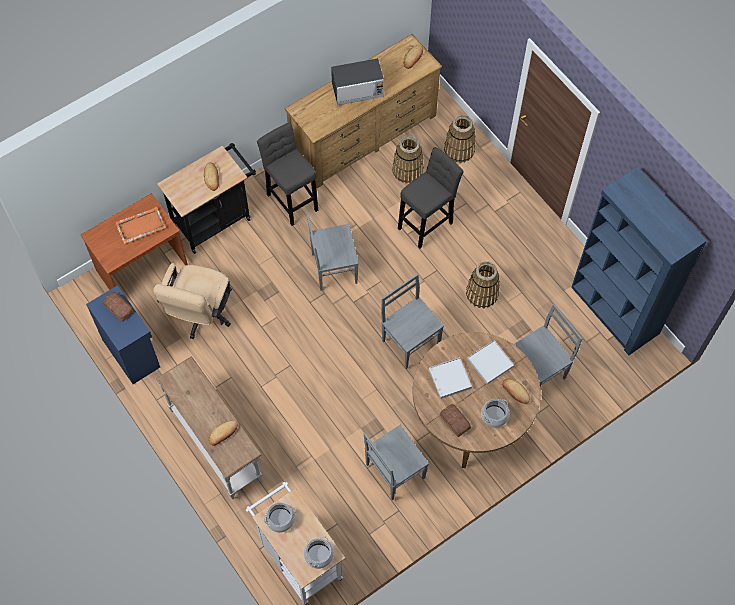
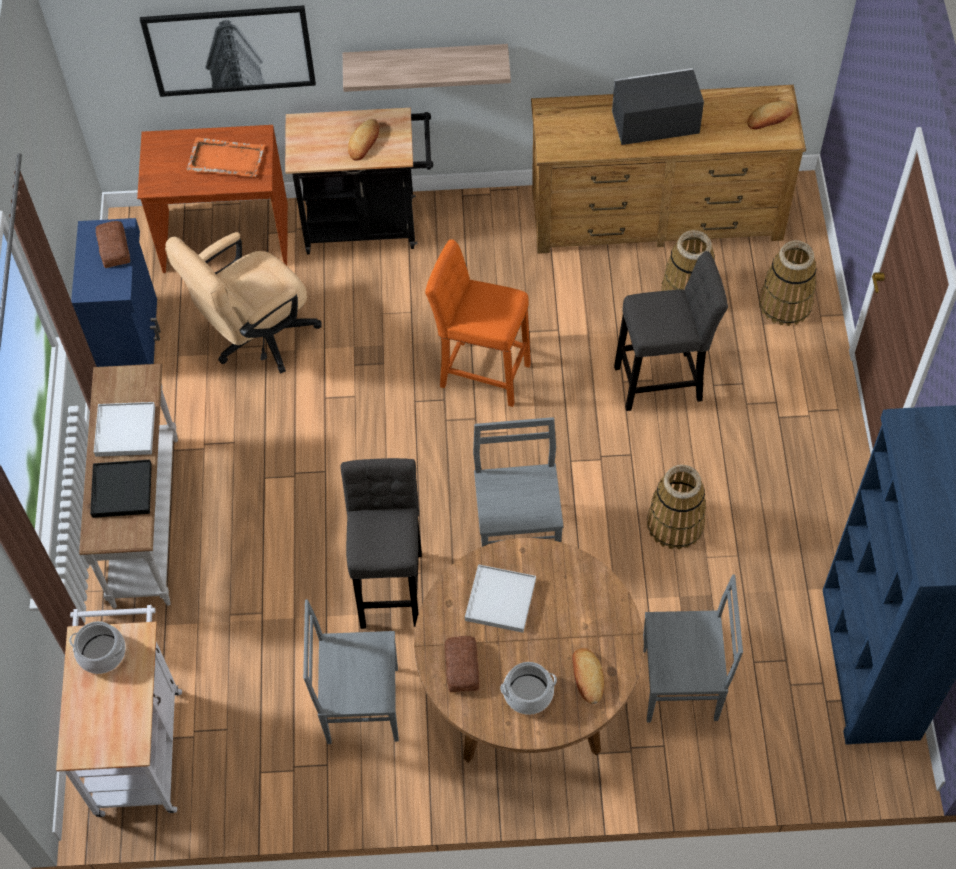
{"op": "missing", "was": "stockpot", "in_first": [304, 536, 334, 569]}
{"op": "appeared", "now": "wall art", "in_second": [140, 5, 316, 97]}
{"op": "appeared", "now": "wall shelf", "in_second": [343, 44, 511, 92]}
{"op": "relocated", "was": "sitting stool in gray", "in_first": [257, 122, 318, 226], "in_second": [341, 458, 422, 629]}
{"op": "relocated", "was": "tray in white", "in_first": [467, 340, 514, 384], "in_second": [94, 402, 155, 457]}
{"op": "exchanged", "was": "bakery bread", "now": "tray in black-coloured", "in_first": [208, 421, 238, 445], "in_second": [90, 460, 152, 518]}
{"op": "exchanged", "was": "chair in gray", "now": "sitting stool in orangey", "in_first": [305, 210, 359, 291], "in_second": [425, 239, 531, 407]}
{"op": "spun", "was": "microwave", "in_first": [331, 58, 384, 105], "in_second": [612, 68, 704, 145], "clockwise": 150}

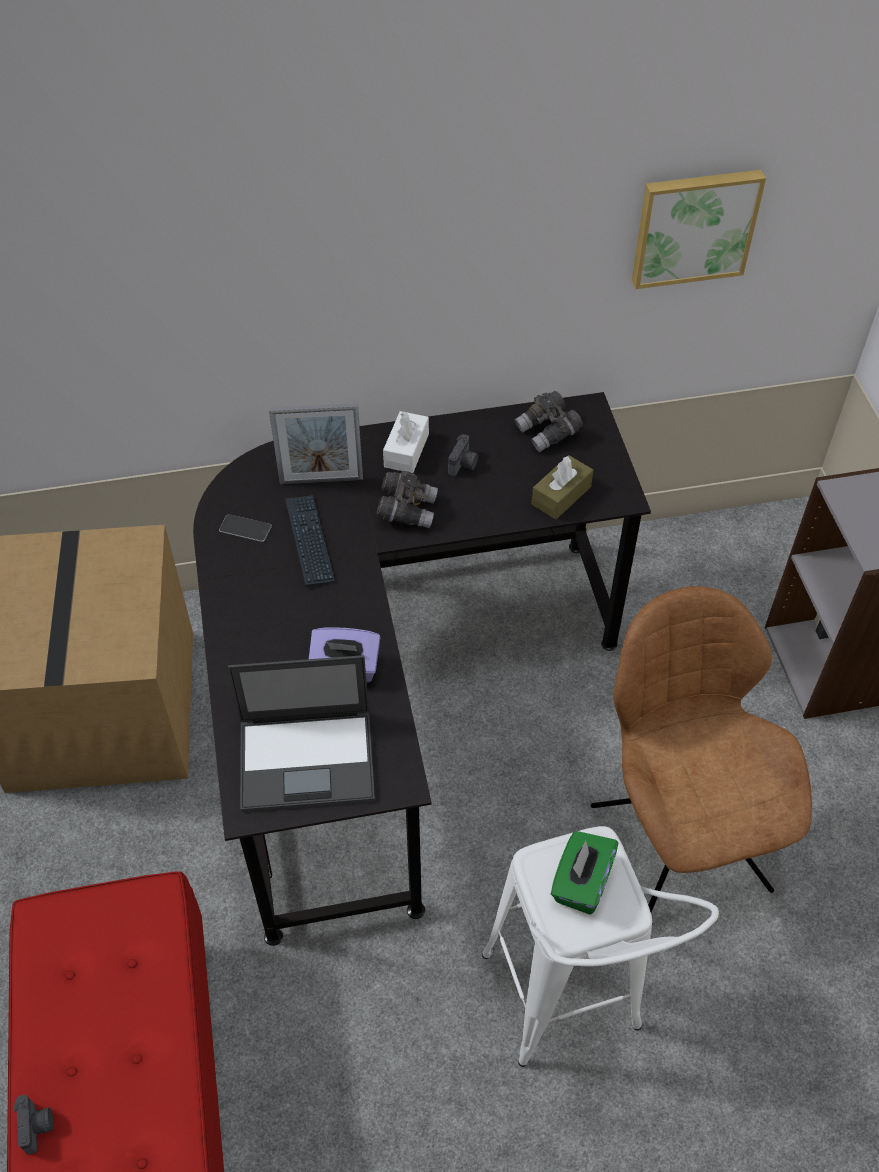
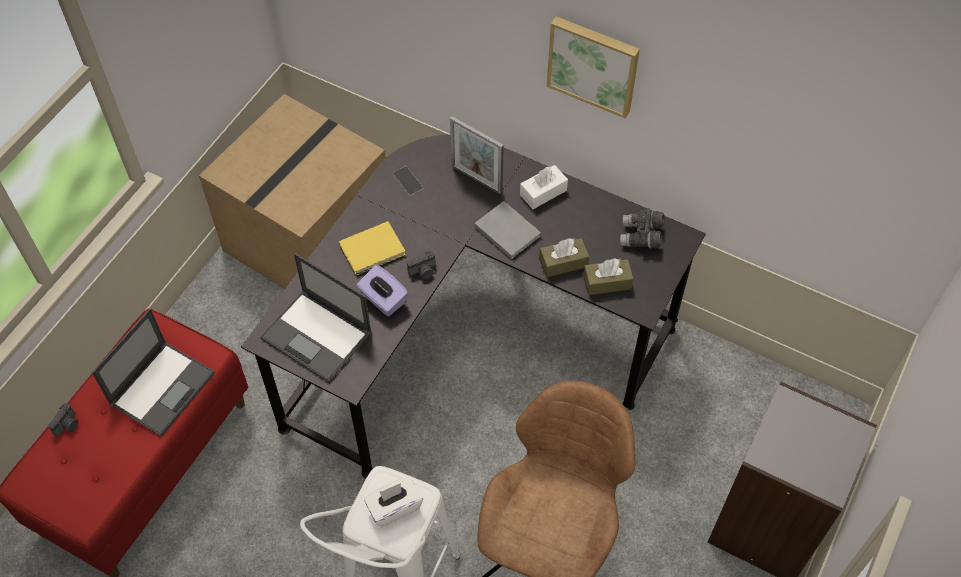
{"op": "missing", "was": "keyboard", "in_first": [285, 495, 335, 587]}
{"op": "appeared", "now": "laptop", "in_second": [92, 309, 215, 437]}
{"op": "appeared", "now": "book in yellowish", "in_second": [339, 221, 406, 275]}
{"op": "appeared", "now": "box of tissues in brown", "in_second": [539, 238, 589, 277]}
{"op": "relocated", "was": "photo camera", "in_first": [448, 434, 478, 476], "in_second": [407, 251, 436, 279]}
{"op": "relocated", "was": "wall art", "in_first": [632, 170, 766, 289], "in_second": [547, 16, 640, 118]}
{"op": "exchanged", "was": "field glasses in gray", "now": "book in gray", "in_first": [377, 471, 438, 528], "in_second": [474, 201, 541, 259]}
{"op": "colour", "was": "box of tissues in green", "now": "box of tissues in white", "in_first": [551, 831, 618, 914], "in_second": [364, 476, 423, 527]}

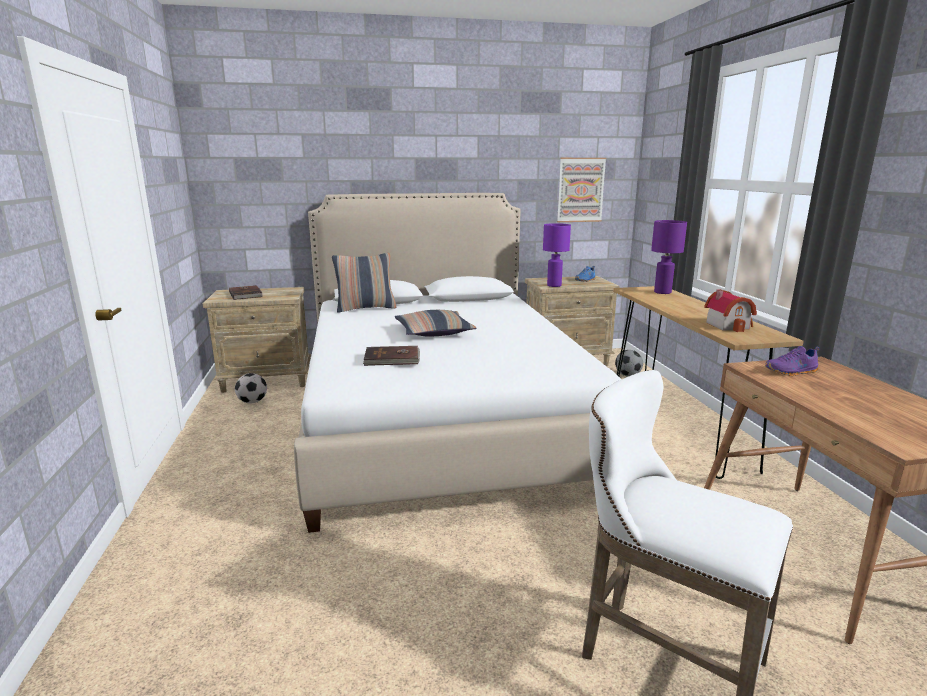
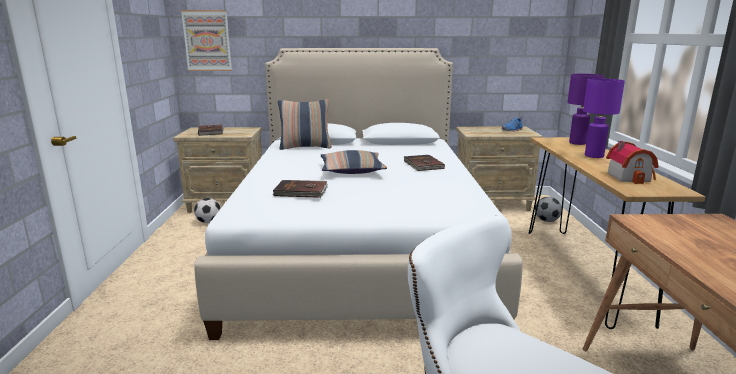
{"op": "missing", "was": "shoe in purple", "in_first": [765, 346, 820, 376]}
{"op": "appeared", "now": "book in brown", "in_second": [404, 155, 445, 171]}
{"op": "relocated", "was": "tabletop lamp in purple", "in_first": [543, 223, 571, 287], "in_second": [583, 78, 625, 158]}
{"op": "relocated", "was": "wall art", "in_first": [557, 158, 606, 222], "in_second": [181, 10, 232, 71]}

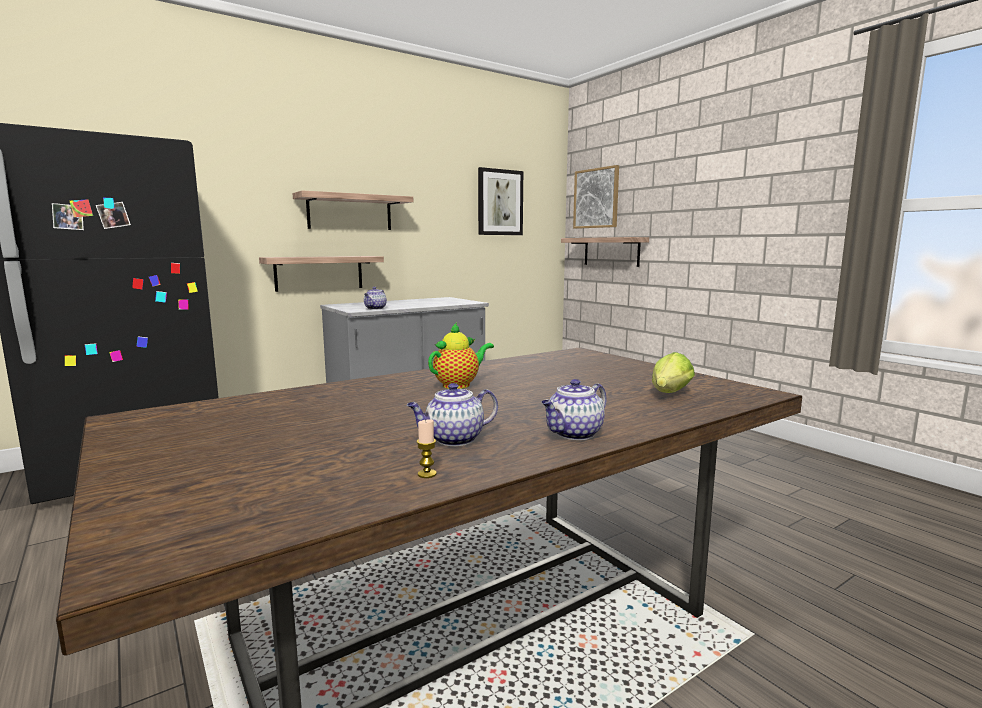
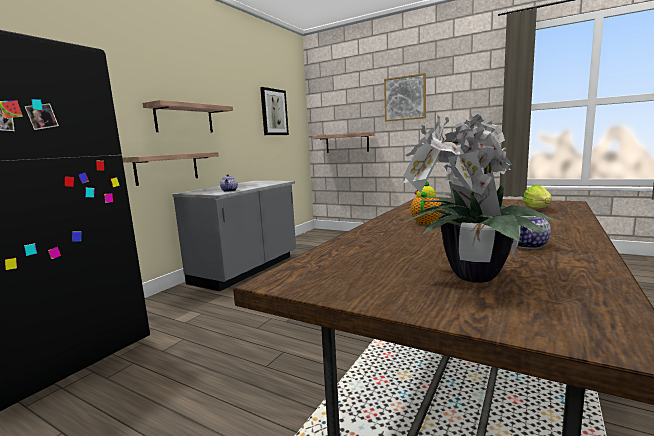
{"op": "missing", "was": "candle", "in_first": [417, 419, 437, 478]}
{"op": "missing", "was": "teapot", "in_first": [541, 379, 607, 440]}
{"op": "appeared", "now": "plant in a pot", "in_second": [403, 110, 558, 283]}
{"op": "relocated", "was": "wall art", "in_first": [573, 165, 619, 229], "in_second": [384, 73, 426, 121]}

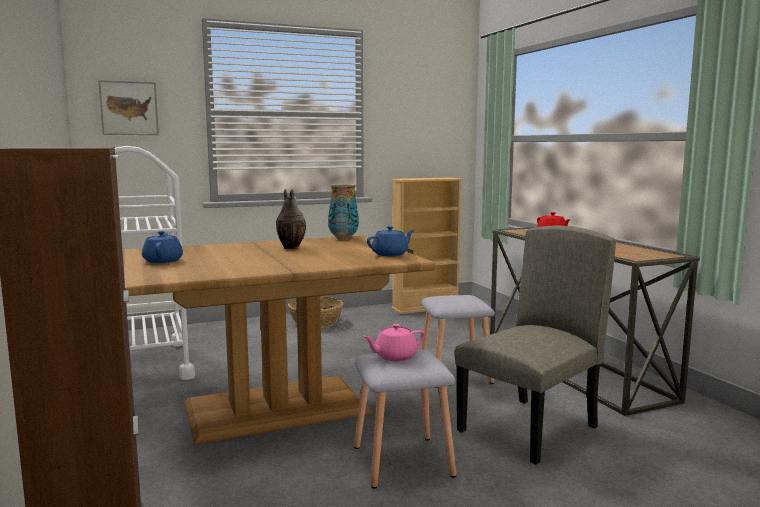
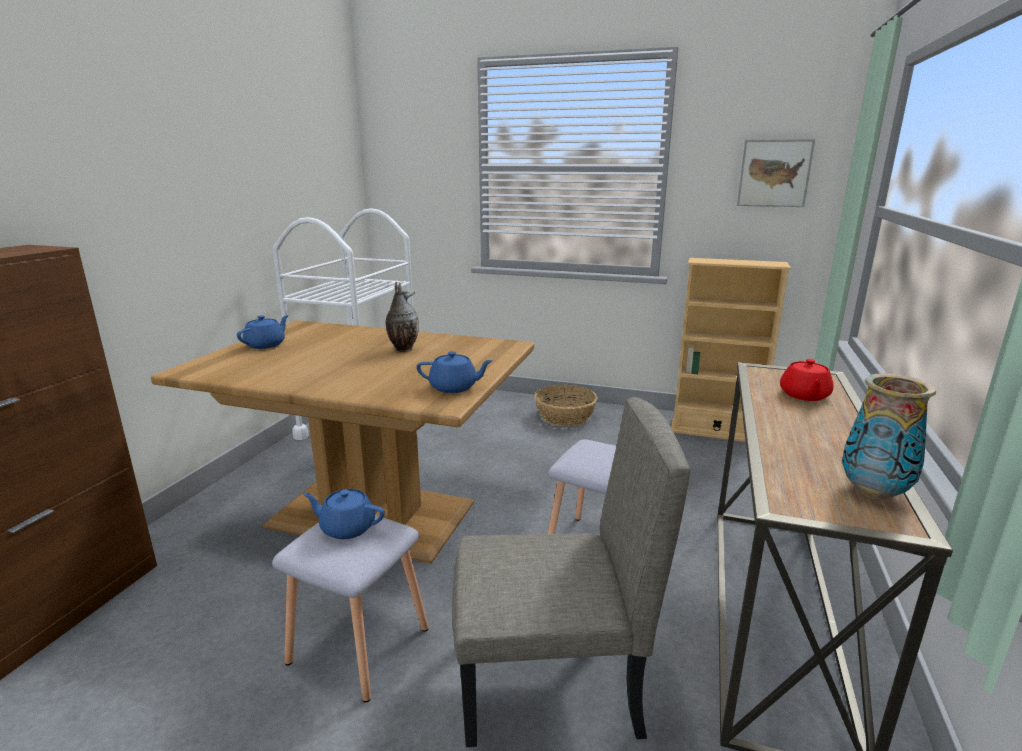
{"op": "relocated", "was": "wall art", "in_first": [98, 80, 159, 135], "in_second": [737, 139, 815, 207]}
{"op": "relocated", "was": "flower vase", "in_first": [328, 184, 359, 240], "in_second": [842, 374, 936, 500]}
{"op": "colour", "was": "teapot in pinkish", "now": "teapot in blue-coloured", "in_first": [363, 324, 425, 361], "in_second": [303, 489, 385, 539]}

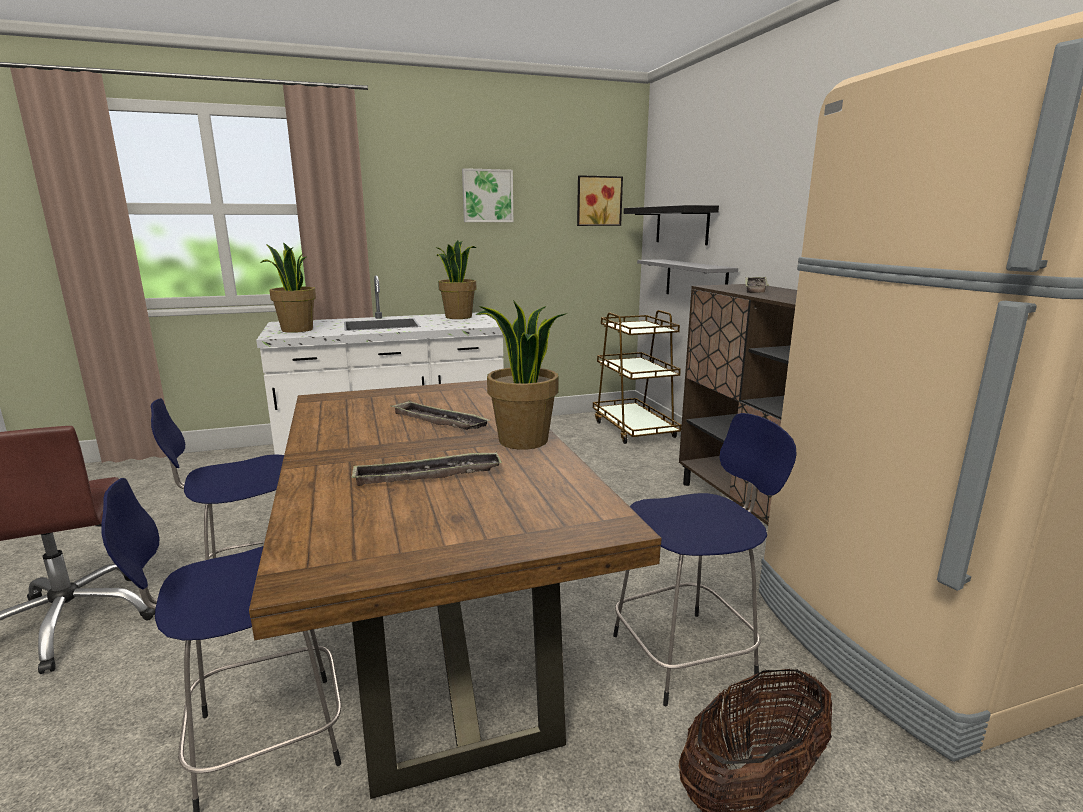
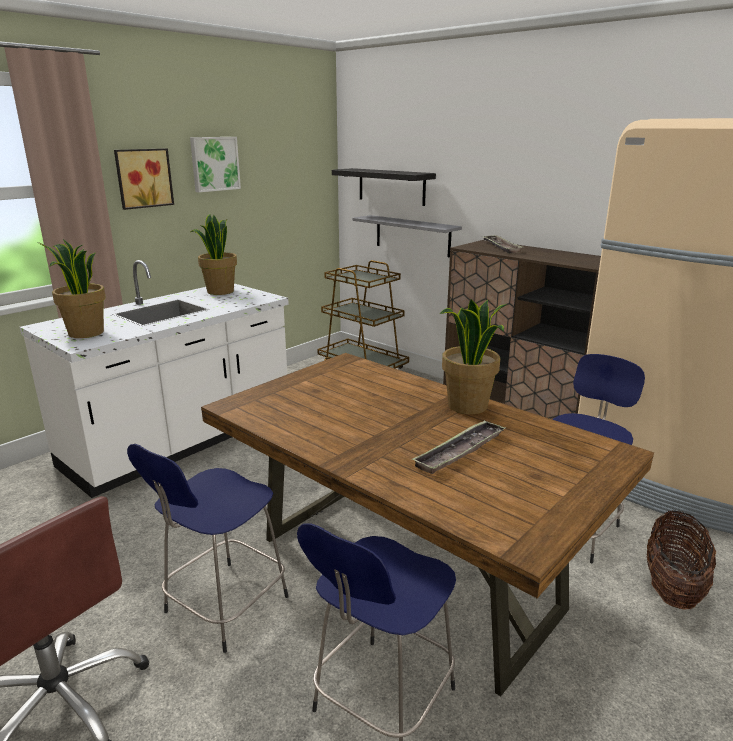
{"op": "missing", "was": "tray", "in_first": [390, 401, 491, 430]}
{"op": "relocated", "was": "wall art", "in_first": [577, 175, 623, 226], "in_second": [114, 148, 174, 210]}

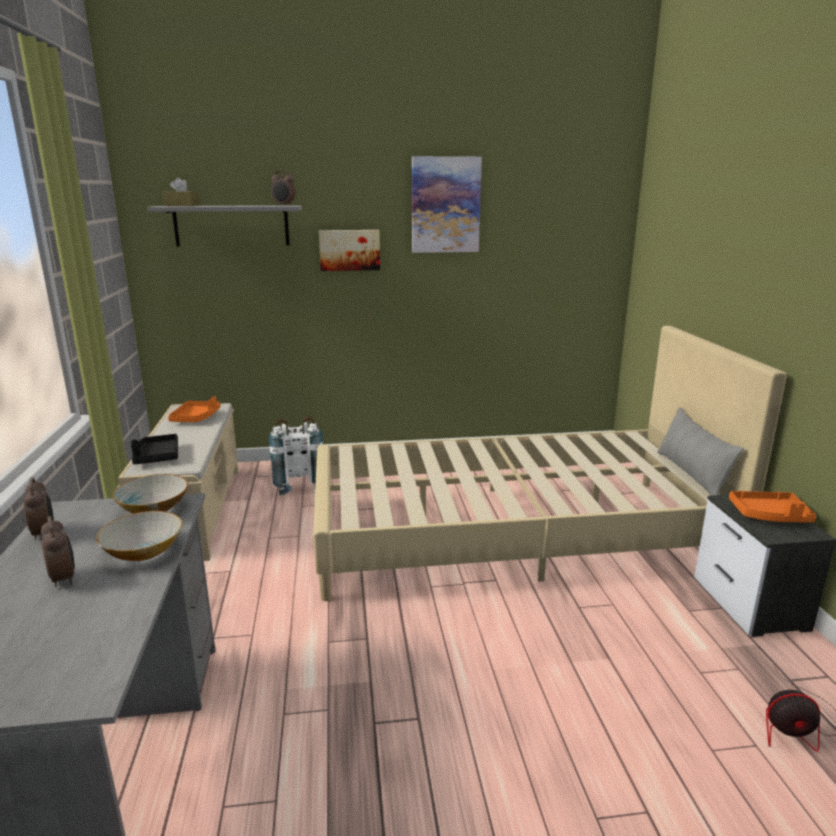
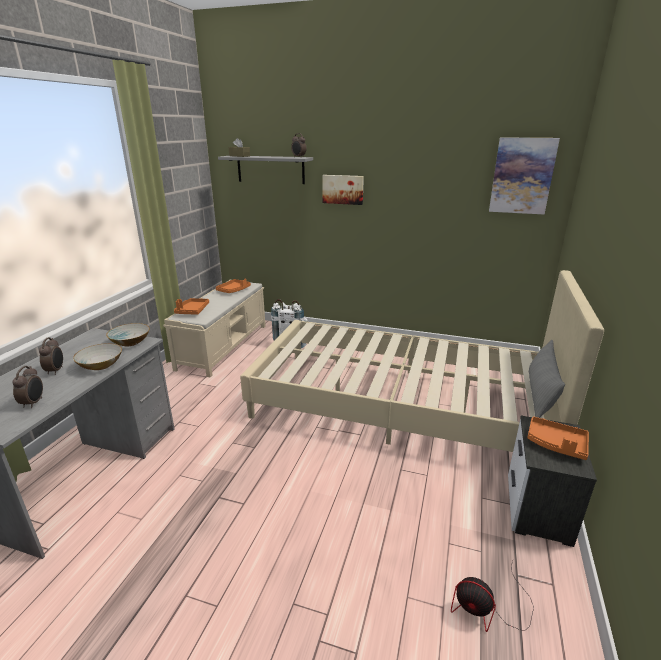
{"op": "relocated", "was": "alarm clock", "in_first": [24, 478, 54, 540], "in_second": [12, 366, 43, 408]}
{"op": "relocated", "was": "wall art", "in_first": [412, 156, 482, 253], "in_second": [489, 137, 560, 214]}
{"op": "colour", "was": "tray in black-coloured", "now": "tray in orangey", "in_first": [131, 434, 178, 464], "in_second": [174, 298, 209, 314]}

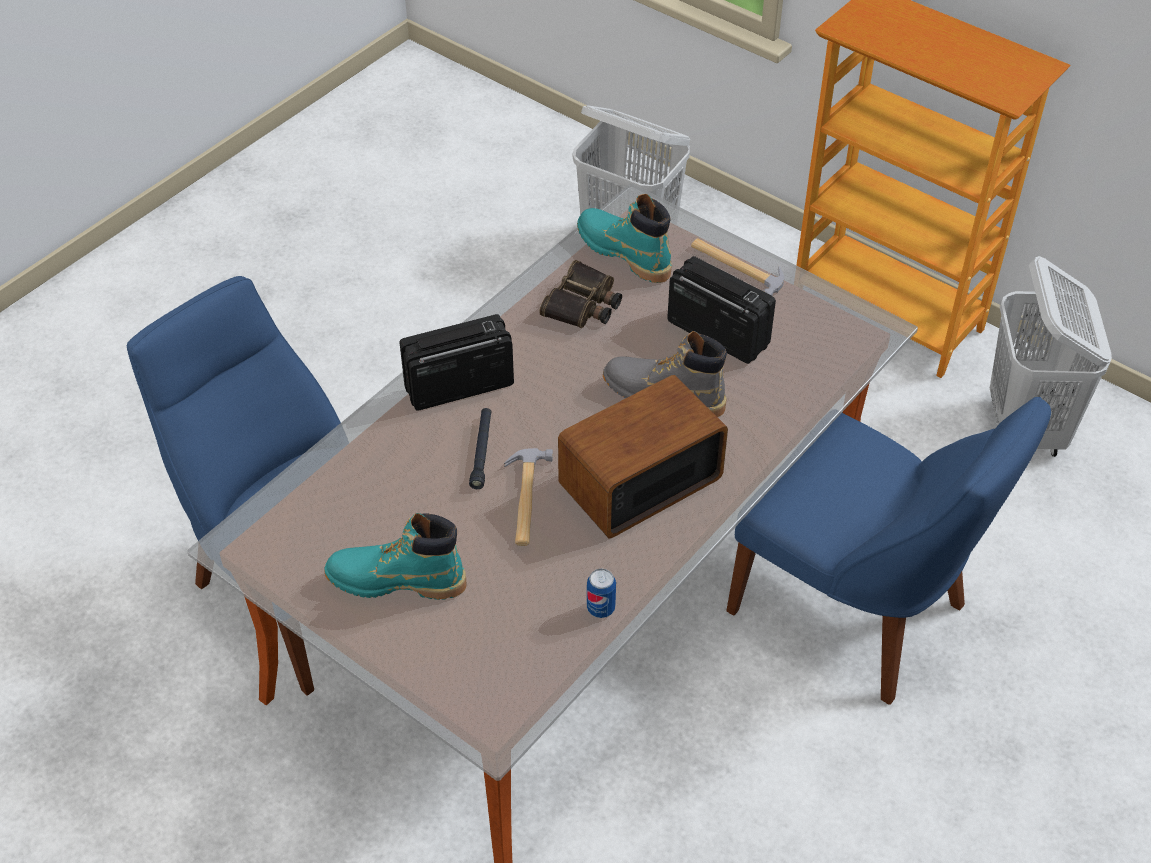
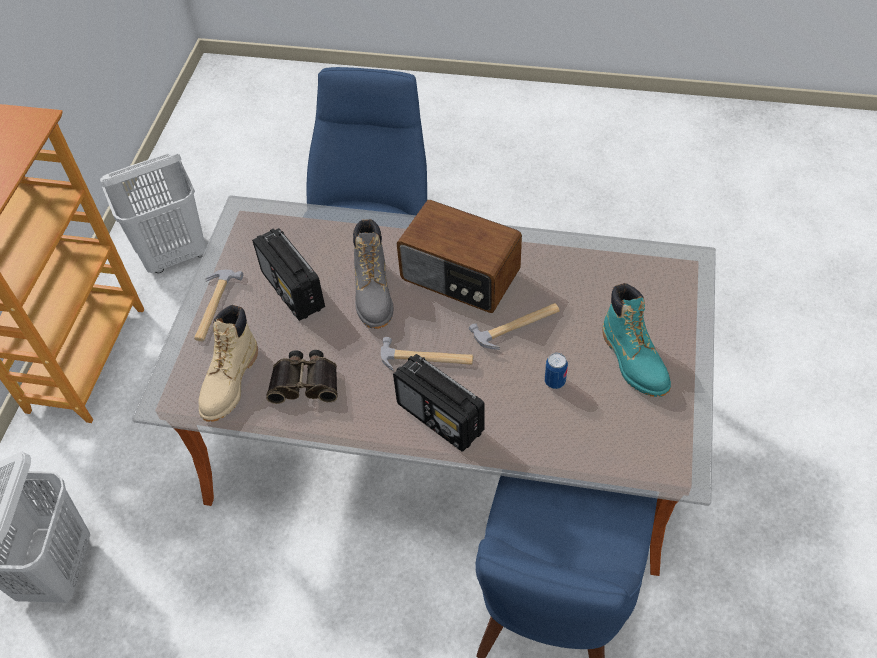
{"op": "missing", "was": "flashlight in black-coloured", "in_first": [469, 408, 491, 489]}
{"op": "appeared", "now": "tool hammer", "in_second": [381, 337, 474, 371]}
{"op": "relocated", "was": "metal can", "in_first": [587, 569, 616, 618], "in_second": [545, 353, 568, 389]}
{"op": "colour", "was": "tall boot in turquoise", "now": "tall boot in beige", "in_first": [577, 194, 672, 283], "in_second": [198, 305, 258, 422]}
{"op": "spun", "was": "radio receiver", "in_first": [667, 256, 776, 364], "in_second": [252, 228, 325, 321], "clockwise": -45}

